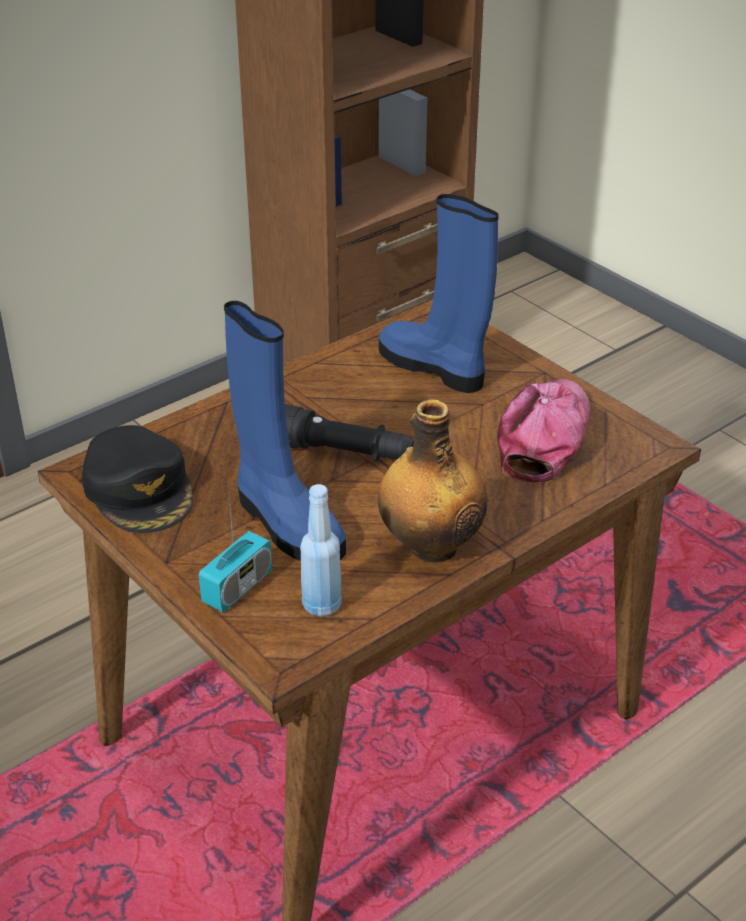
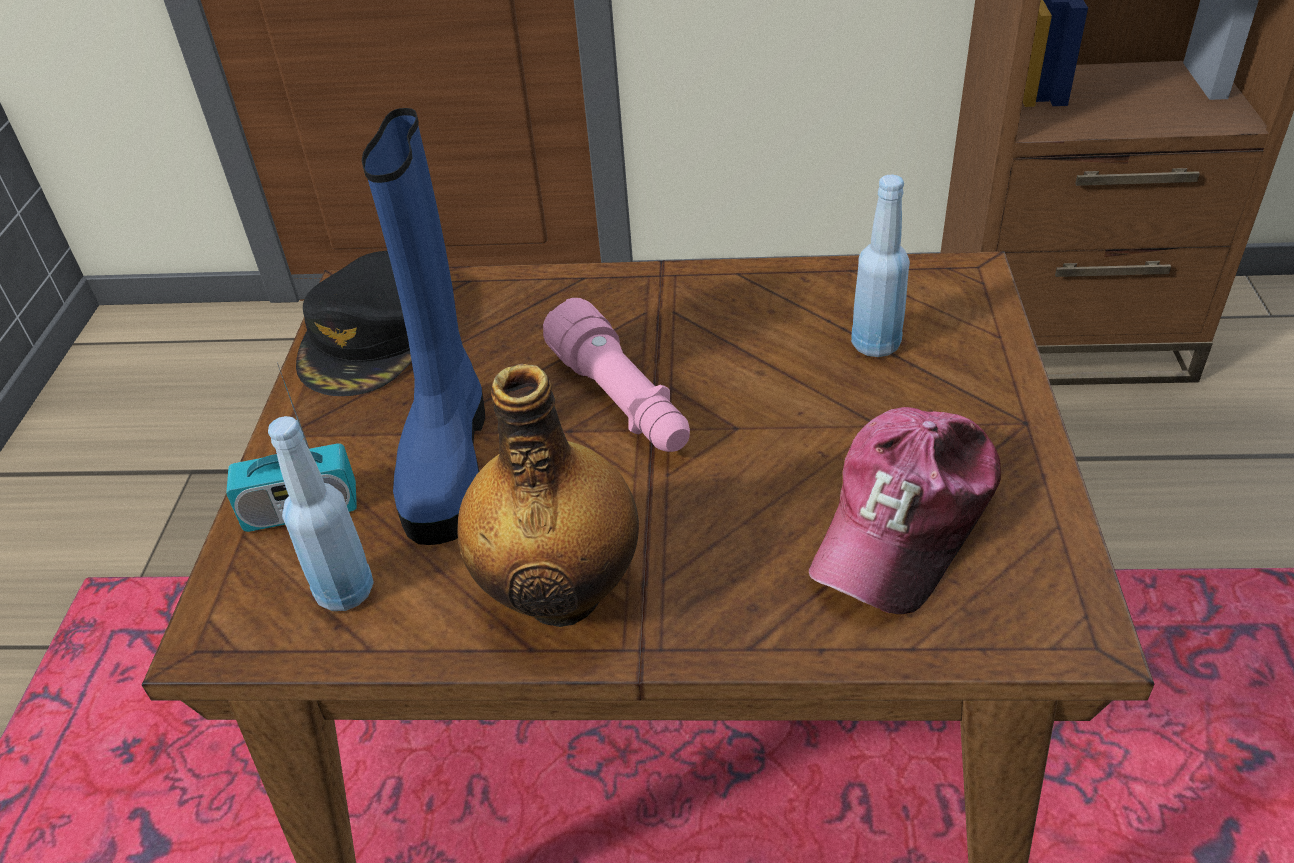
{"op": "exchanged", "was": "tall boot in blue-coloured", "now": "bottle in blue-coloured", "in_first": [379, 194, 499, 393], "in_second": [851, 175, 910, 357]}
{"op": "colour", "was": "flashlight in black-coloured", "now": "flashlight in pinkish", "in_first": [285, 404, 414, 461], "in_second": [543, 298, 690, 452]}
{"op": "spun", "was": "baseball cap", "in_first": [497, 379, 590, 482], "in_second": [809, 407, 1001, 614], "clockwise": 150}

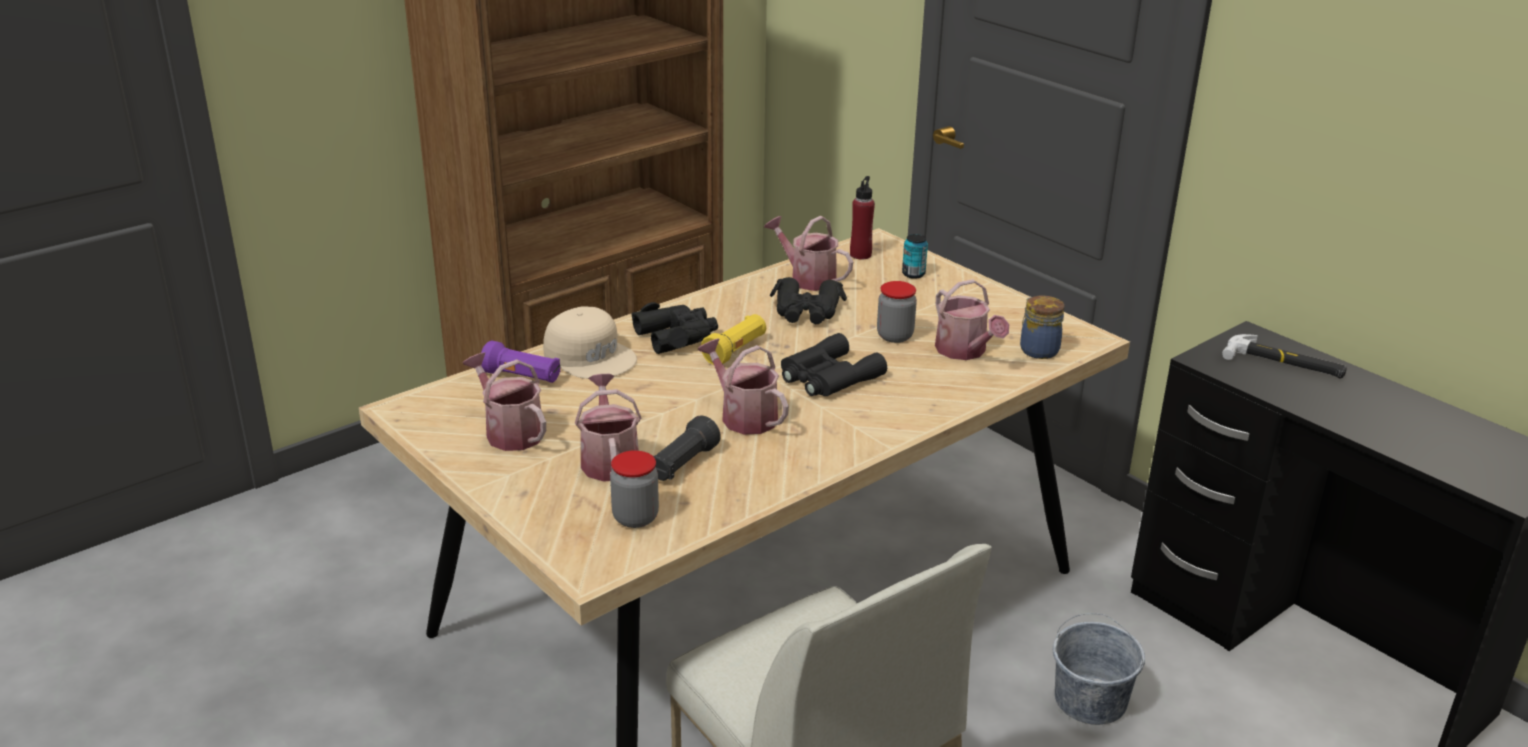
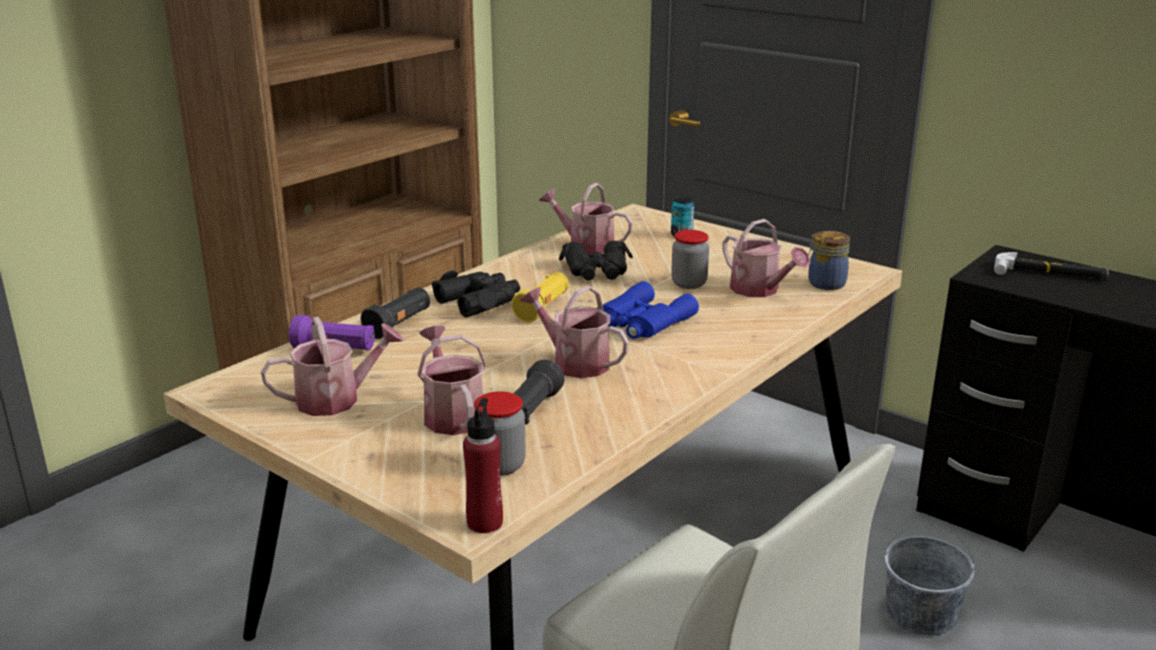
{"op": "relocated", "was": "bottle in red-coloured", "in_first": [850, 176, 875, 259], "in_second": [463, 398, 503, 533]}
{"op": "exchanged", "was": "baseball cap in beige", "now": "flashlight in black-coloured", "in_first": [543, 306, 637, 379], "in_second": [361, 287, 430, 339]}
{"op": "colour", "was": "field glasses in black-coloured", "now": "field glasses in blue-coloured", "in_first": [781, 333, 887, 396], "in_second": [597, 281, 699, 339]}
{"op": "spun", "was": "watering pot", "in_first": [463, 352, 546, 451], "in_second": [261, 317, 404, 416], "clockwise": 120}

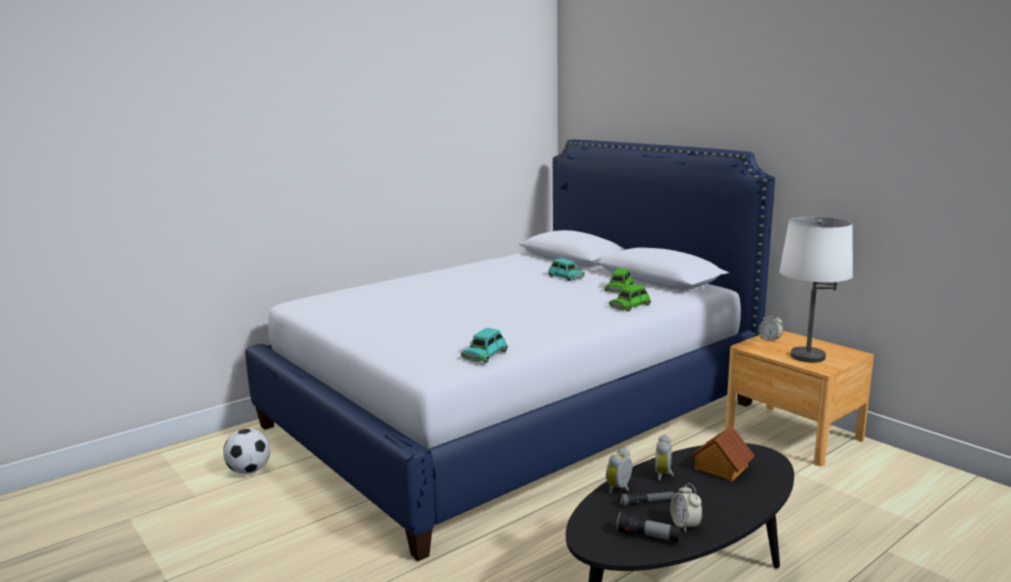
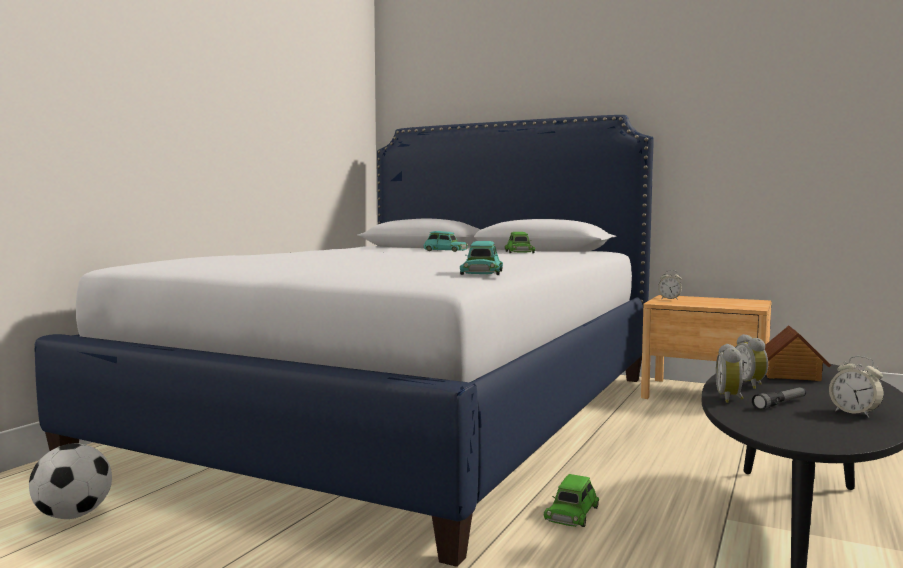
{"op": "missing", "was": "flashlight", "in_first": [616, 512, 681, 542]}
{"op": "missing", "was": "tabletop lamp in white", "in_first": [779, 217, 853, 363]}
{"op": "relocated", "was": "miniature car in green", "in_first": [609, 284, 651, 311], "in_second": [544, 474, 599, 527]}

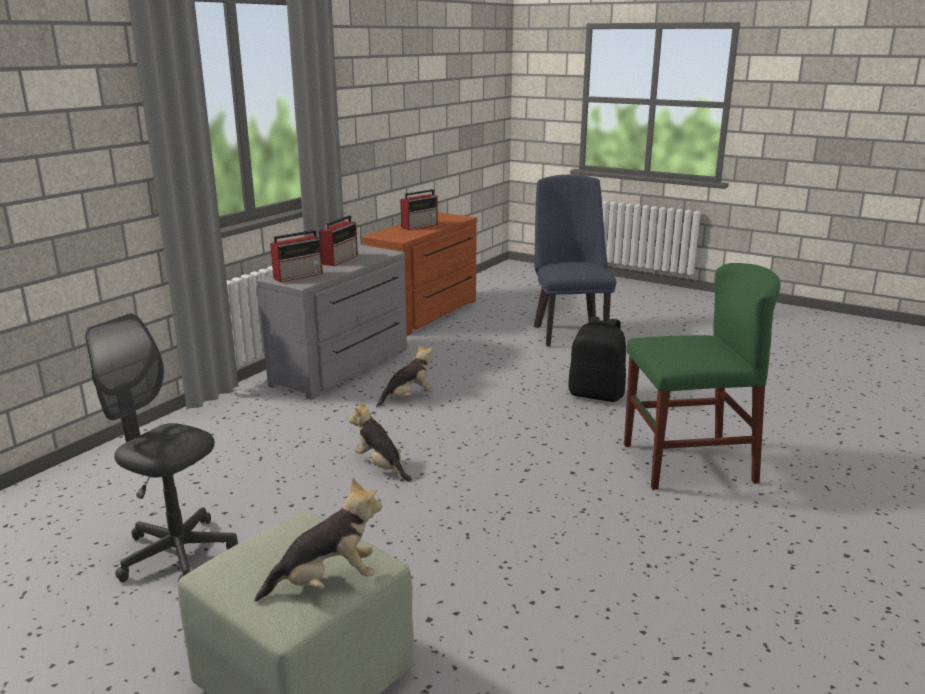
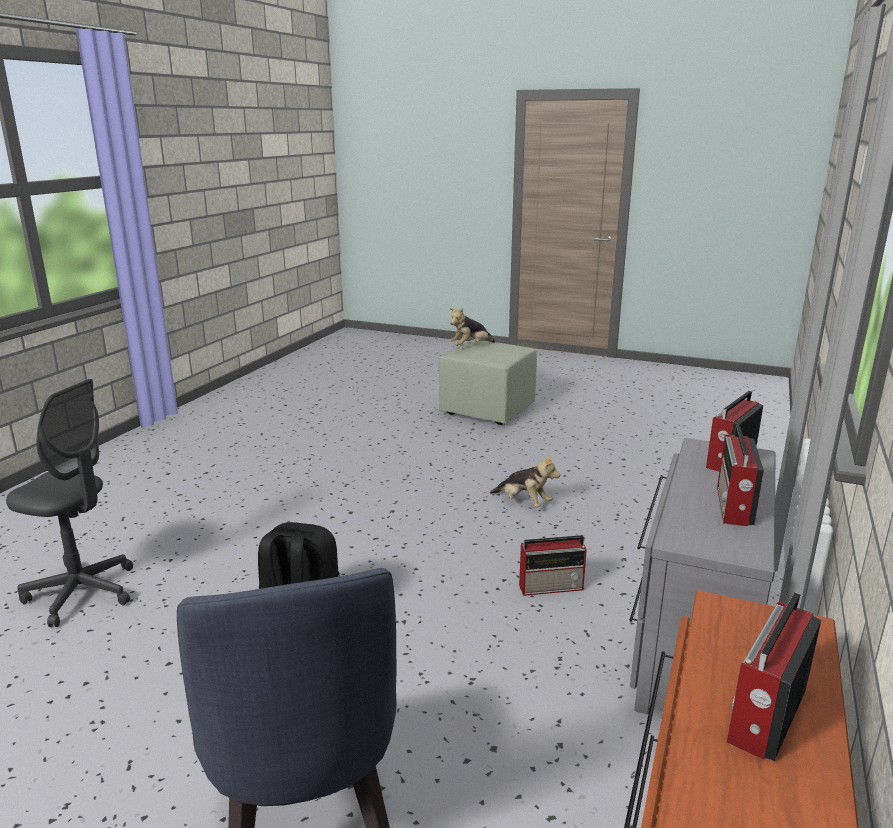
{"op": "missing", "was": "chair in green", "in_first": [624, 263, 780, 490]}
{"op": "relocated", "was": "desk chair in gray", "in_first": [85, 313, 238, 582], "in_second": [6, 379, 133, 627]}
{"op": "exchanged", "was": "cuddly toy", "now": "radio receiver", "in_first": [376, 344, 433, 407], "in_second": [519, 535, 587, 596]}

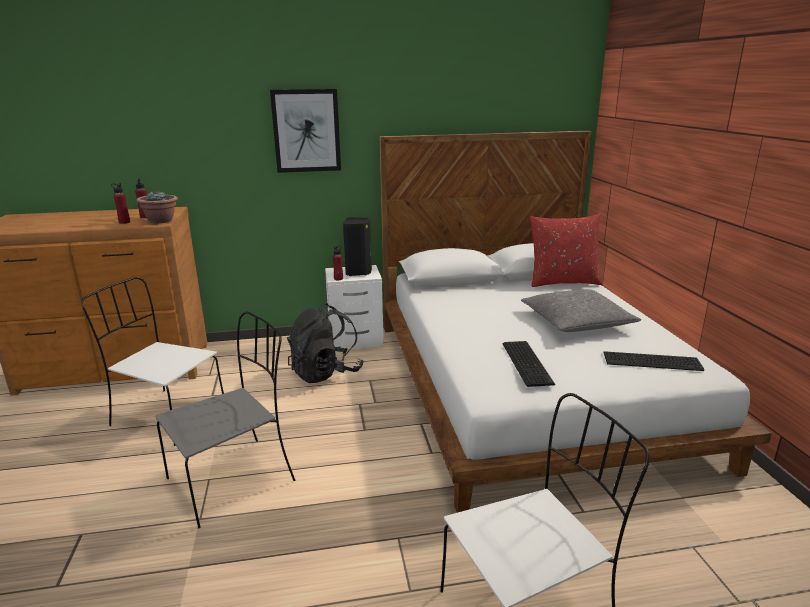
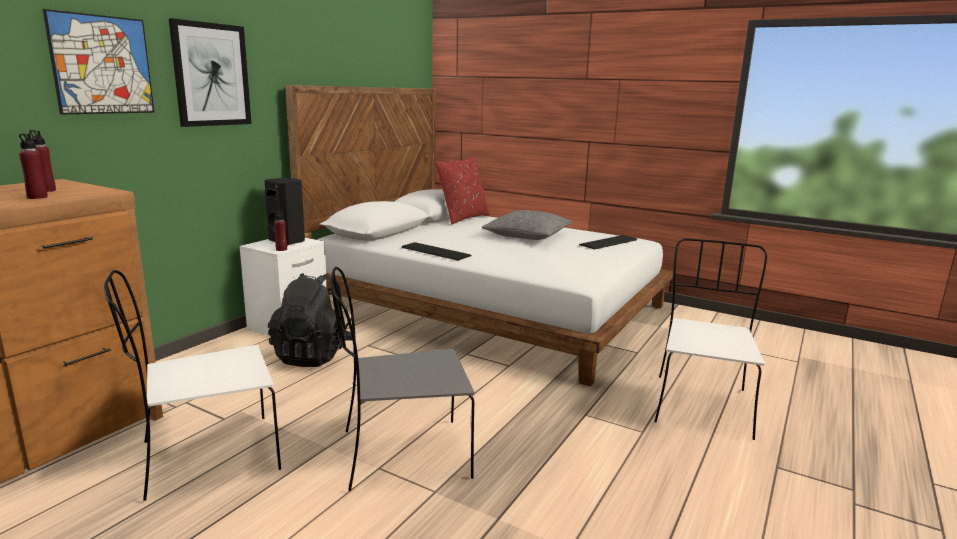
{"op": "missing", "was": "plant in a pot", "in_first": [136, 190, 178, 224]}
{"op": "appeared", "now": "wall art", "in_second": [43, 9, 154, 115]}
{"op": "relocated", "was": "keyboard", "in_first": [502, 341, 556, 387], "in_second": [402, 242, 472, 261]}
{"op": "spun", "was": "chair in gray", "in_first": [155, 312, 295, 528], "in_second": [330, 267, 475, 491], "clockwise": -105}

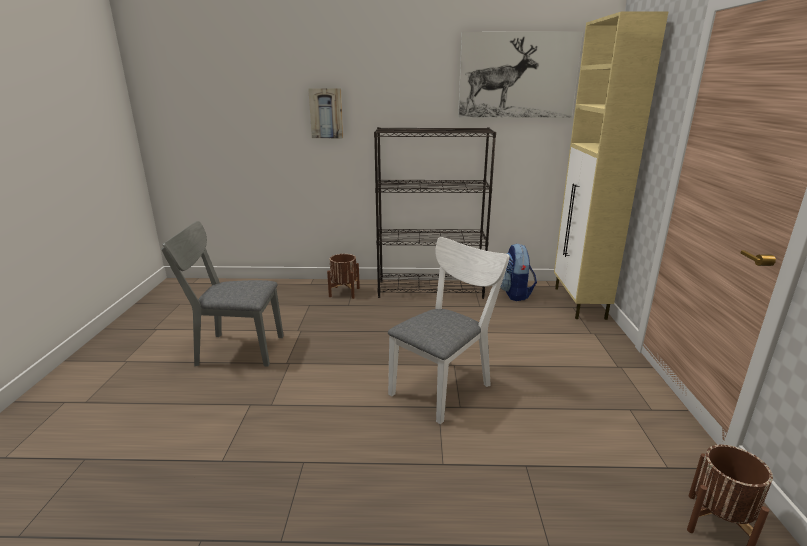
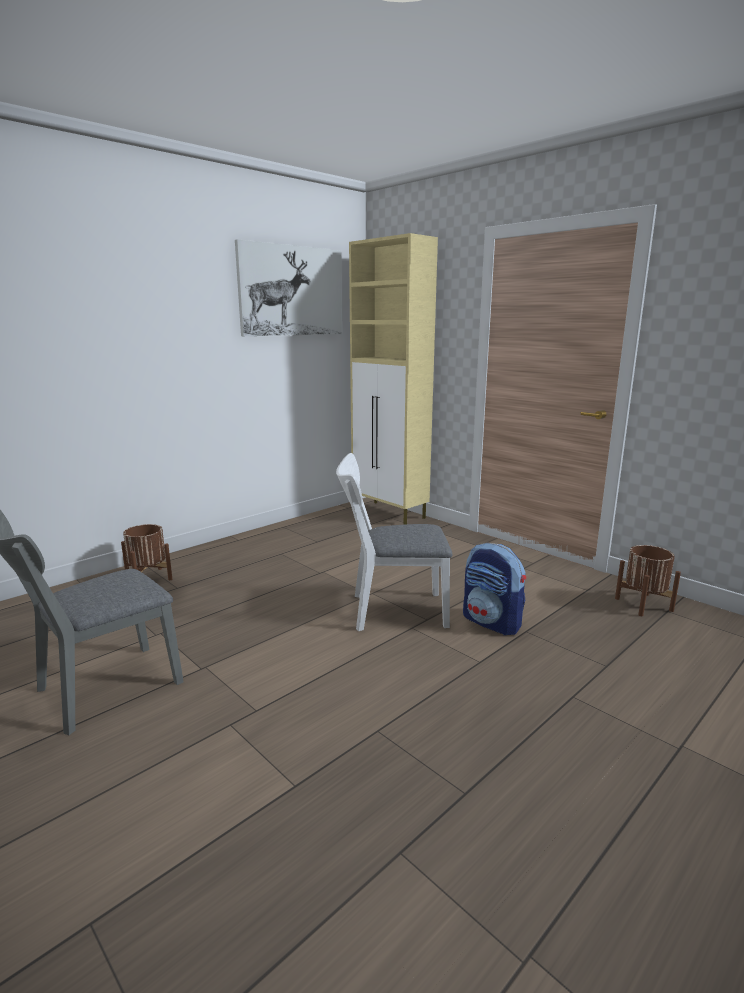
{"op": "missing", "was": "wall art", "in_first": [308, 88, 343, 138]}
{"op": "missing", "was": "bookshelf in black-coloured", "in_first": [374, 127, 496, 299]}
{"op": "relocated", "was": "knapsack", "in_first": [501, 243, 537, 301], "in_second": [463, 543, 526, 635]}
{"op": "spun", "was": "chair in white", "in_first": [388, 237, 510, 424], "in_second": [336, 453, 452, 631], "clockwise": -90}

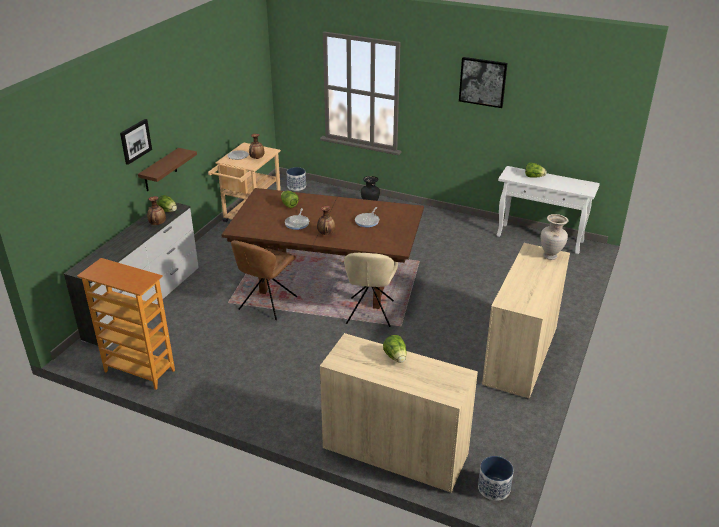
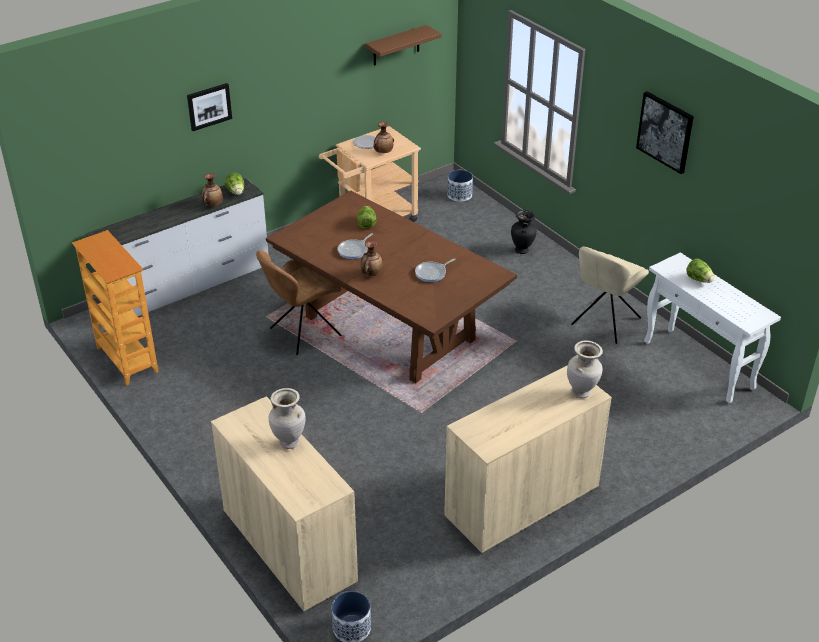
{"op": "relocated", "was": "wall shelf in brown", "in_first": [138, 148, 197, 192], "in_second": [365, 25, 442, 66]}
{"op": "relocated", "was": "chair in beige", "in_first": [344, 253, 398, 327], "in_second": [571, 247, 649, 344]}
{"op": "exchanged", "was": "lettuce", "now": "flower vase in beige", "in_first": [383, 335, 407, 363], "in_second": [269, 388, 306, 449]}

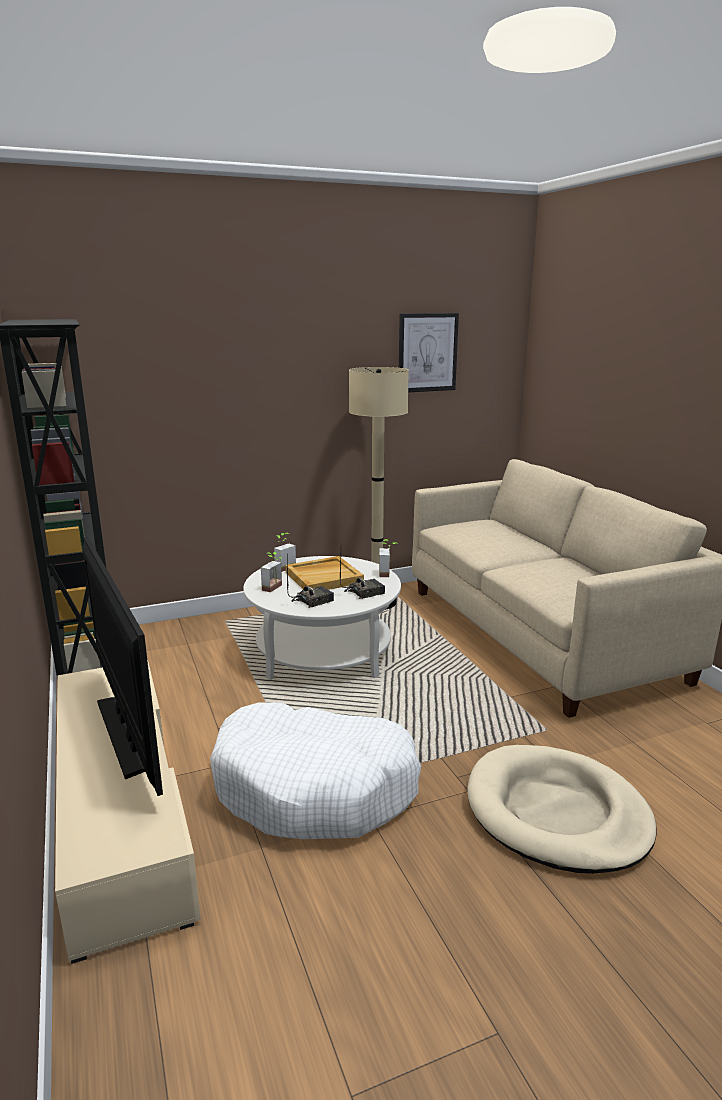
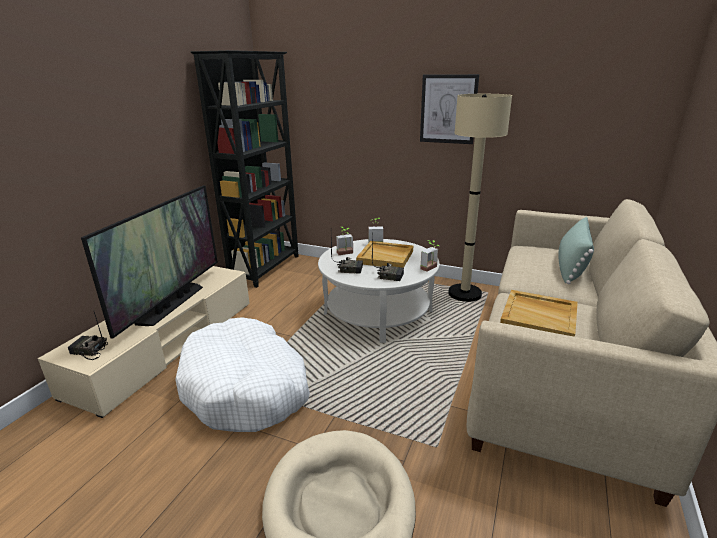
{"op": "appeared", "now": "radio receiver", "in_second": [68, 312, 108, 360]}
{"op": "appeared", "now": "tray in beige", "in_second": [500, 290, 578, 337]}
{"op": "appeared", "now": "pillow in green", "in_second": [558, 217, 594, 284]}
{"op": "relocated", "was": "wall art", "in_first": [399, 313, 459, 392], "in_second": [420, 74, 479, 144]}

